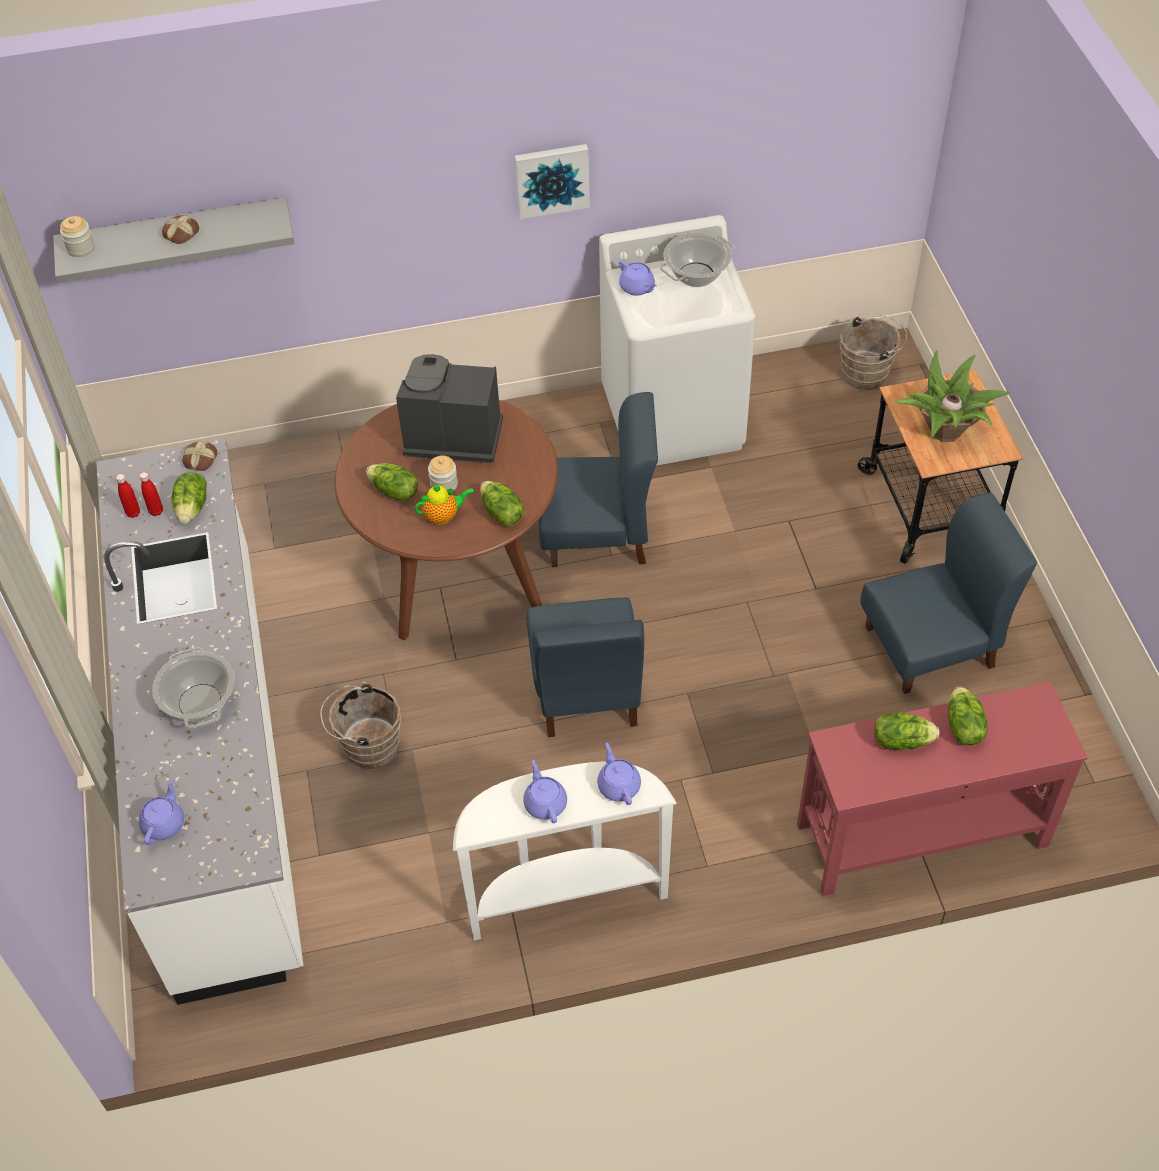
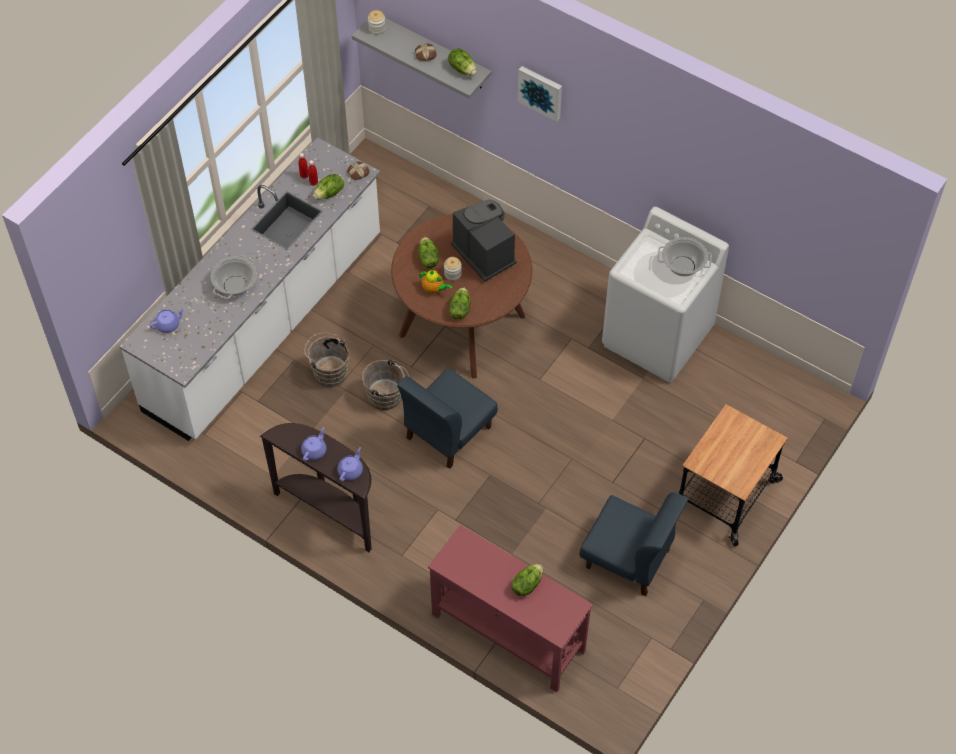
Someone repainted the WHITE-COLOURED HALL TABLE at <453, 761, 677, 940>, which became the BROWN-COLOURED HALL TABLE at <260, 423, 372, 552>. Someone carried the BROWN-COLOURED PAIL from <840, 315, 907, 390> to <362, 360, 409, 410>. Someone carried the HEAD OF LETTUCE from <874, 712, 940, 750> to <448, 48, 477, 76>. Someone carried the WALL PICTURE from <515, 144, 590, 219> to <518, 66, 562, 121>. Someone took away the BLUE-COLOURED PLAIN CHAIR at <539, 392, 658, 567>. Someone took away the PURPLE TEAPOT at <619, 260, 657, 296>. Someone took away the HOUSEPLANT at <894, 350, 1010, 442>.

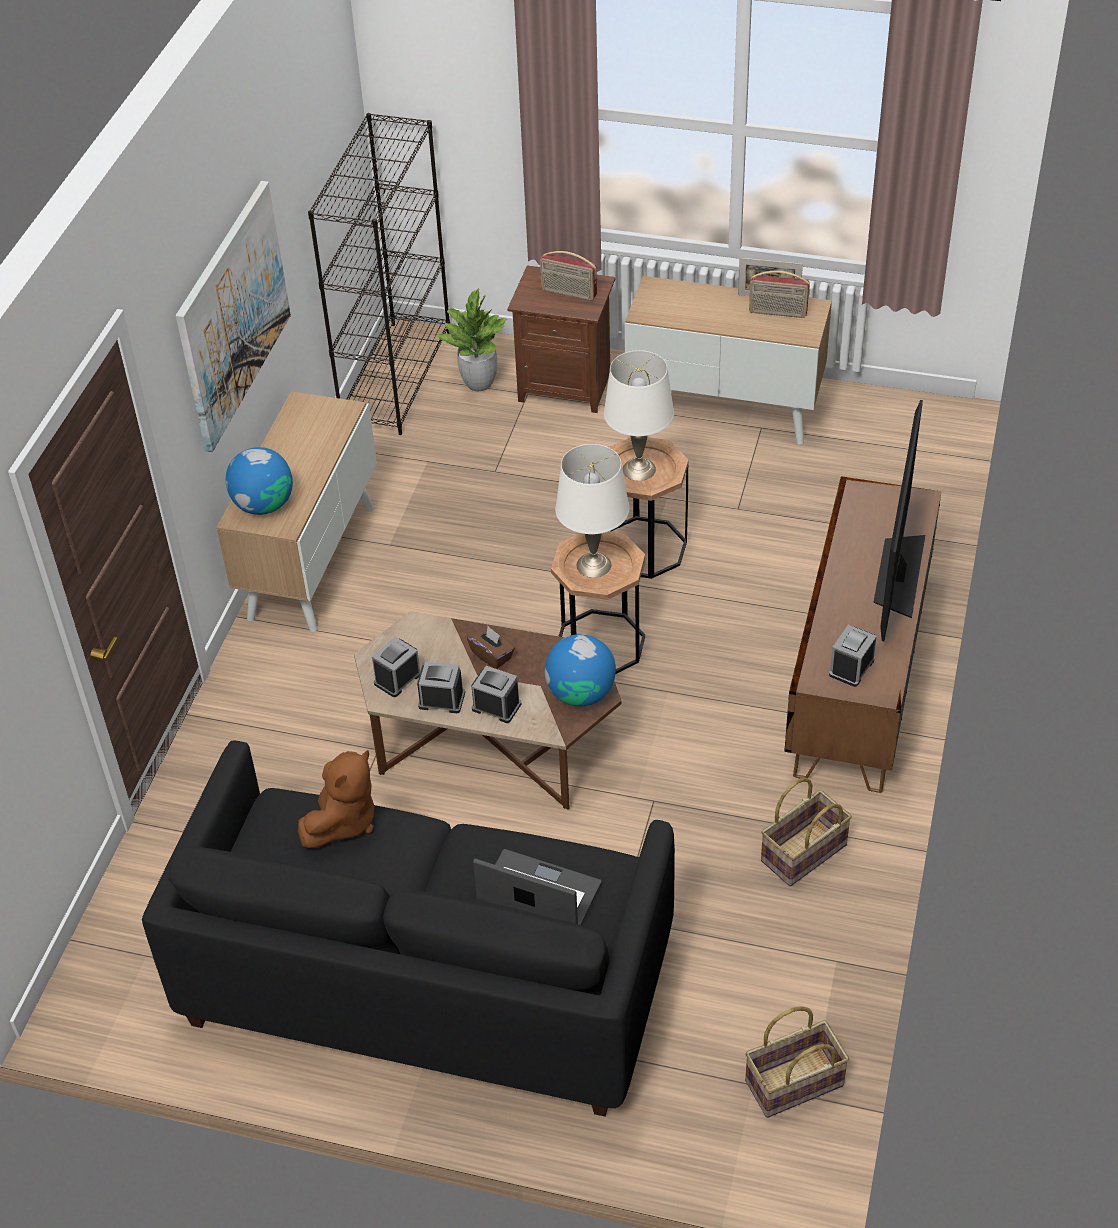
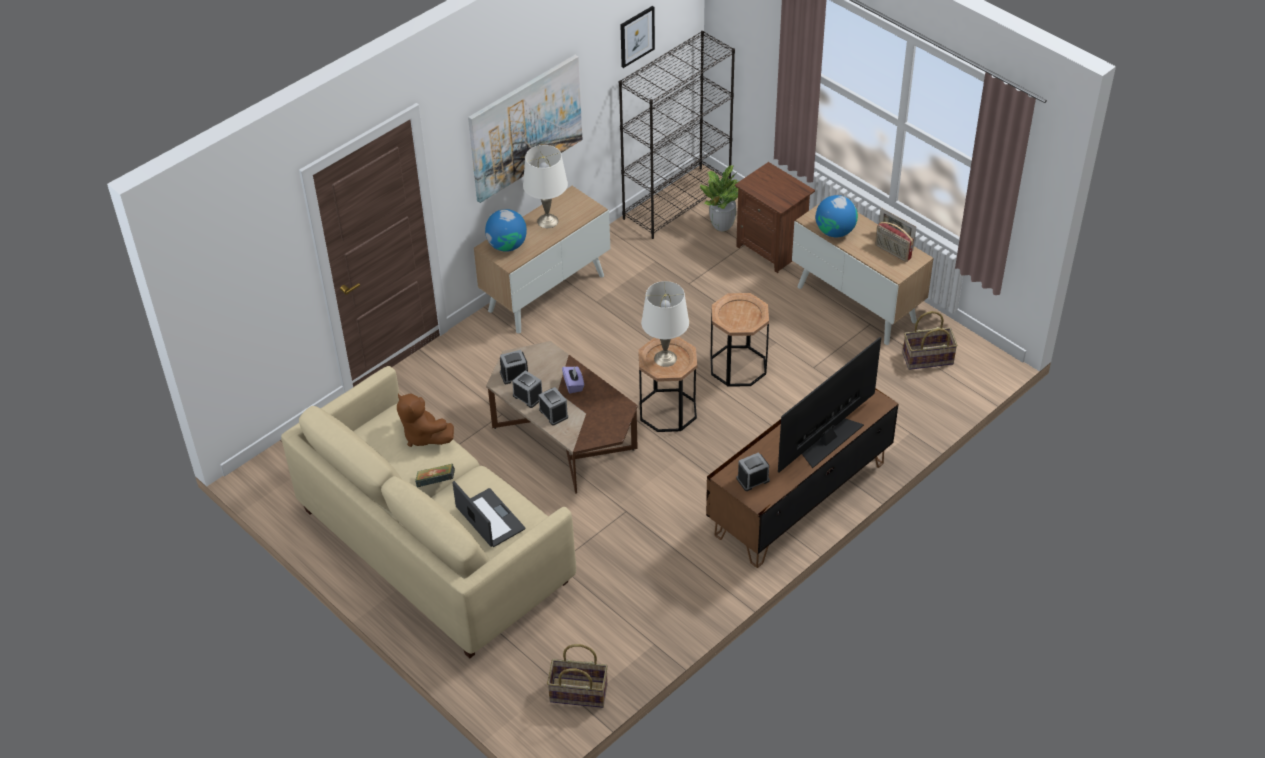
Someone repainted the BLACKISH SOFA at <142, 740, 675, 1117>, which became the BEIGE-COLOURED SOFA at <281, 366, 576, 659>. Someone rotated the BROWN-COLOURED SOFT TOY at <298, 750, 374, 848> by 75 degrees clockwise. Someone put down the BOUND BOOK at <415, 464, 455, 487>. Someone carried the WHITE-COLOURED LAMP FOR A TABLE from <604, 350, 674, 481> to <523, 145, 568, 228>. Someone repainted the BROWN-COLOURED BOX OF TISSUES at <467, 626, 515, 669>, which became the PURPLE BOX OF TISSUES at <562, 366, 584, 393>. Someone put up the WALL PICTURE at <620, 6, 655, 68>. Someone carried the DESK GLOBE from <545, 634, 616, 706> to <815, 195, 858, 237>. Someone carried the STORAGE BASKET from <761, 778, 852, 886> to <903, 311, 958, 370>. Someone took away the RADIO RECEIVER at <540, 251, 597, 301>.

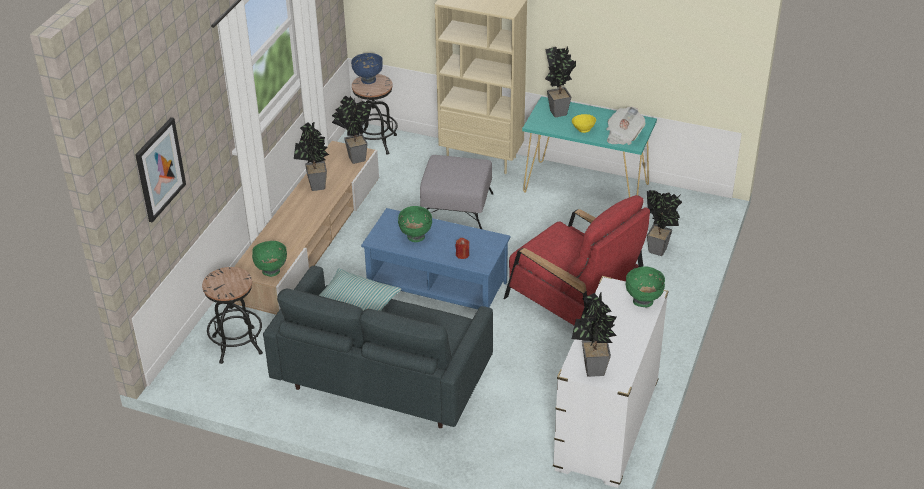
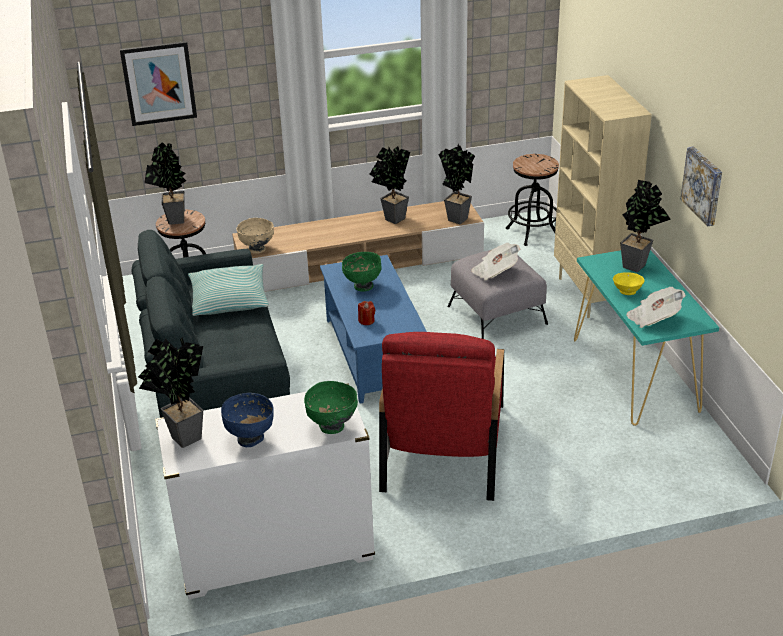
Someone carried the HOUSEPLANT from <647, 190, 682, 256> to <144, 142, 186, 225>. Someone carried the BLUE-COLOURED DEEP DISH from <351, 53, 383, 84> to <221, 393, 274, 447>. Someone repainted the GREEN DEEP DISH at <252, 241, 287, 277>, which became the BEIGE-COLOURED DEEP DISH at <237, 218, 274, 253>. Someone put down the NEWSPAPER at <471, 243, 520, 281>. Someone put up the WALL PICTURE at <680, 147, 722, 226>.

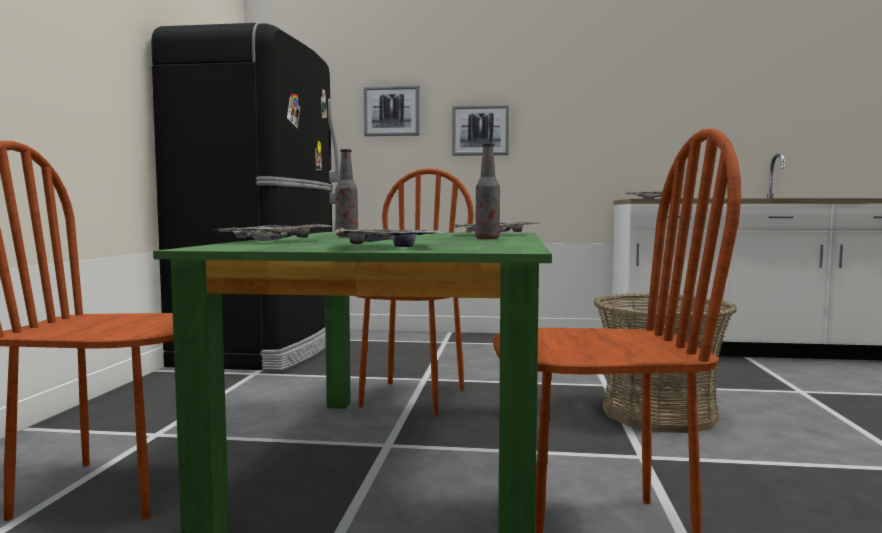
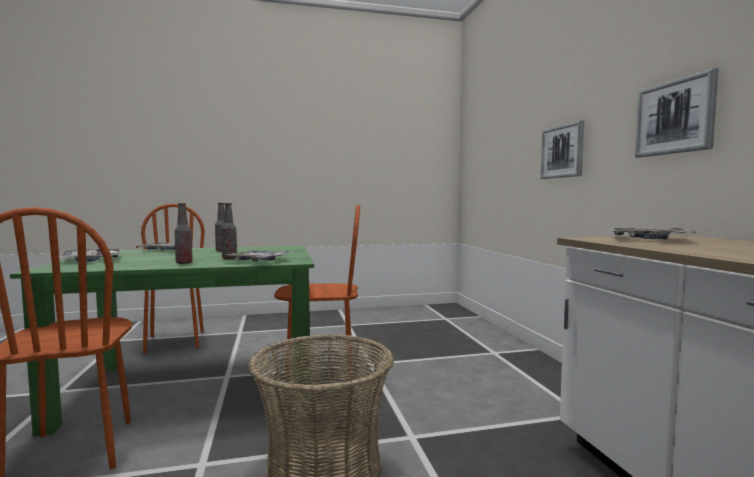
Someone put down the BEVERAGE BOTTLE at <221, 203, 237, 259>. Someone carried the WALL PICTURE from <364, 85, 420, 136> to <635, 68, 719, 158>. Someone took away the BLACKISH KITCHEN FRIDGE at <151, 23, 340, 371>.

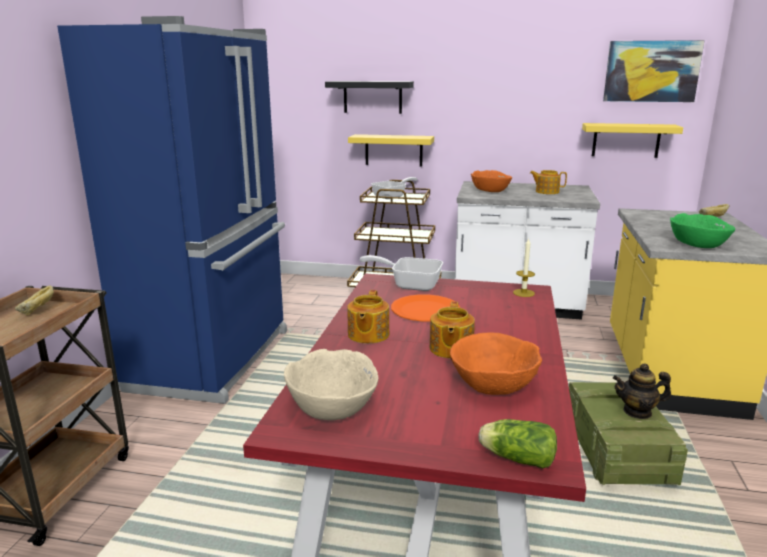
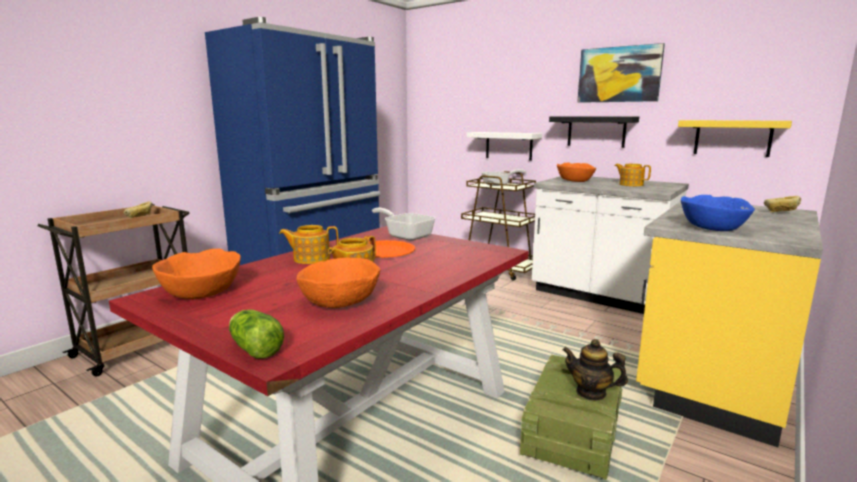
Someone repainted the BEIGE-COLOURED DEEP DISH at <284, 349, 379, 420>, which became the ORANGEY DEEP DISH at <152, 249, 241, 299>. Someone rotated the TEAPOT at <347, 290, 389, 344> by 45 degrees clockwise. Someone repainted the YELLOWISH SHELF at <348, 134, 434, 167>, which became the WHITE-COLOURED SHELF at <467, 132, 543, 161>. Someone carried the BLACKISH SHELF from <325, 81, 414, 114> to <549, 116, 639, 148>. Someone carried the WALL PICTURE from <603, 40, 705, 102> to <577, 43, 665, 103>. Someone repainted the GREEN DEEP DISH at <670, 213, 735, 248>, which became the BLUE-COLOURED DEEP DISH at <681, 195, 755, 231>. Someone took away the CANDLE at <513, 238, 535, 297>.

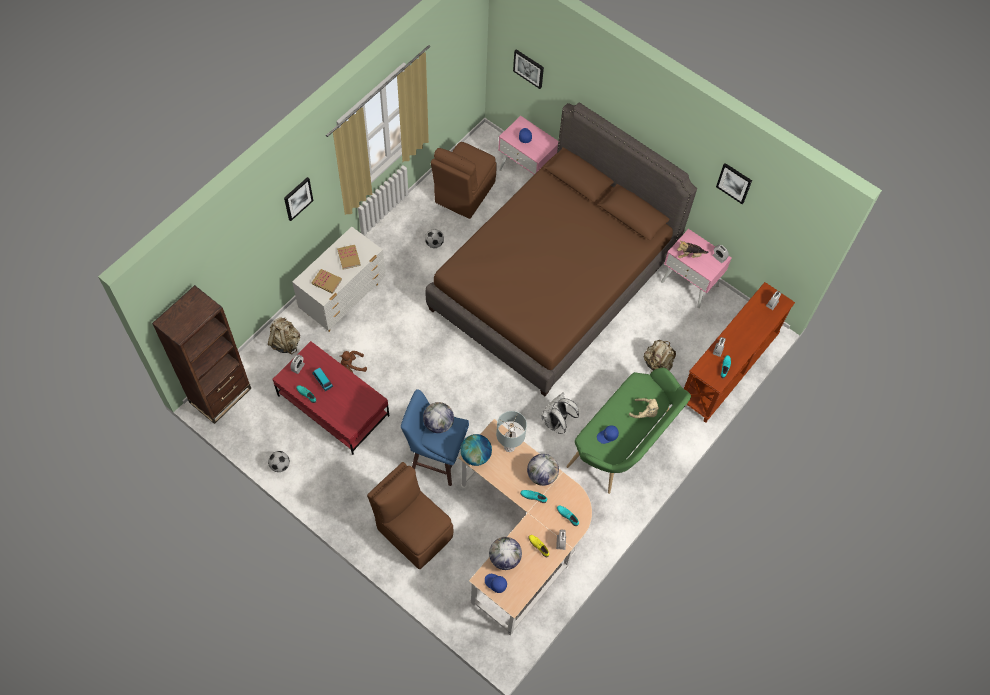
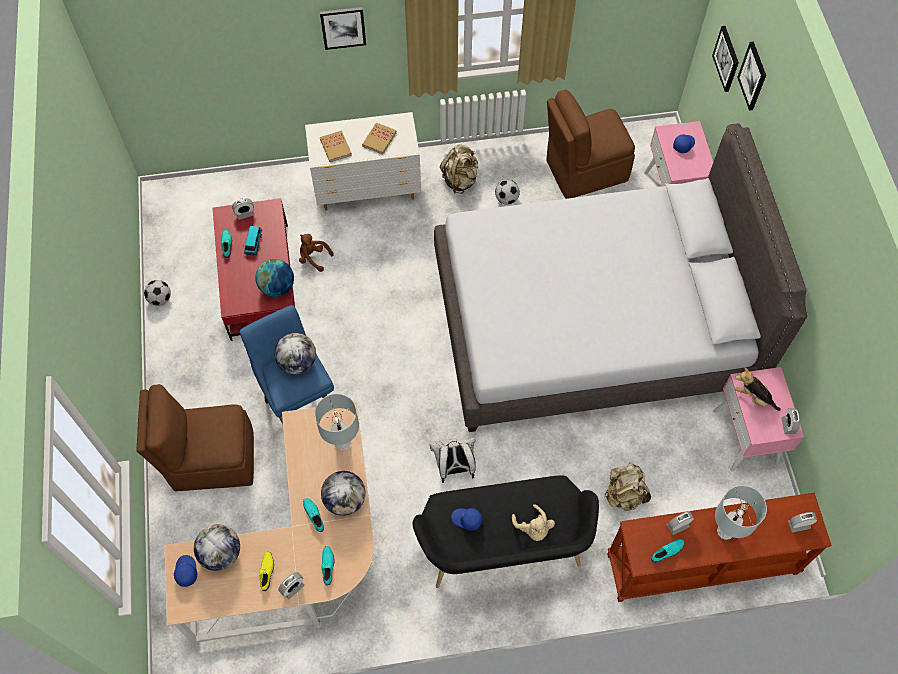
Someone rotated the BROWN-COLOURED PLAIN CHAIR at <367, 462, 453, 569> by 90 degrees counterclockwise. Someone carried the DESK GLOBE from <460, 434, 492, 466> to <255, 259, 294, 297>. Someone repainted the GREEN LONG SEAT at <566, 368, 691, 494>, which became the BLACKISH LONG SEAT at <413, 475, 599, 588>. Someone repainted the BROWN-COLOURED SLEEPING BED at <426, 103, 697, 396>, which became the GRAY SLEEPING BED at <434, 123, 807, 432>. Someone carried the BEIGE-COLOURED RUCKSACK from <268, 317, 300, 355> to <440, 144, 478, 194>. Someone put down the GRAY LAMP FOR A TABLE at <715, 485, 767, 540>. Someone carried the WALL PICTURE from <716, 163, 752, 204> to <737, 41, 766, 111>. Someone took away the BROWN-COLOURED BOOKSHELF at <152, 285, 251, 424>.

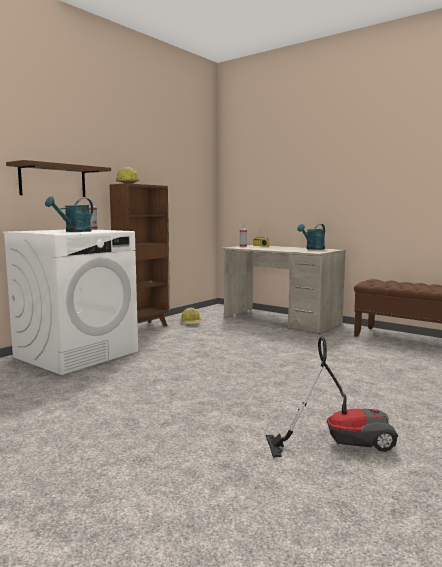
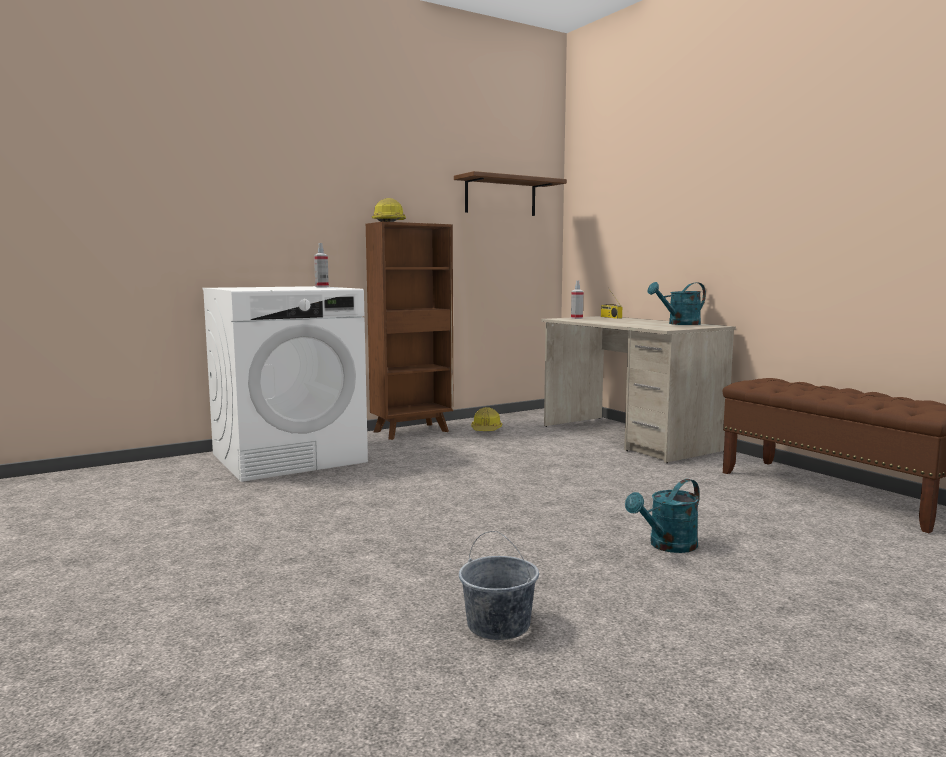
Someone carried the BROWN-COLOURED SHELF from <6, 160, 111, 197> to <454, 171, 567, 216>. Someone swapped the VACUUM CLEANER at <266, 336, 398, 458> for the GRAY PAIL at <459, 531, 539, 640>. Someone carried the BLUE-GREEN WATERING CAN from <45, 196, 93, 232> to <625, 479, 700, 553>.

